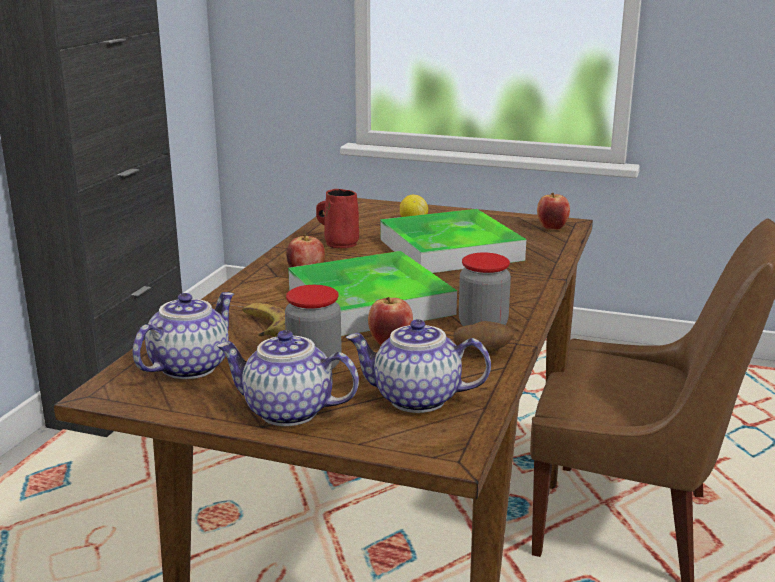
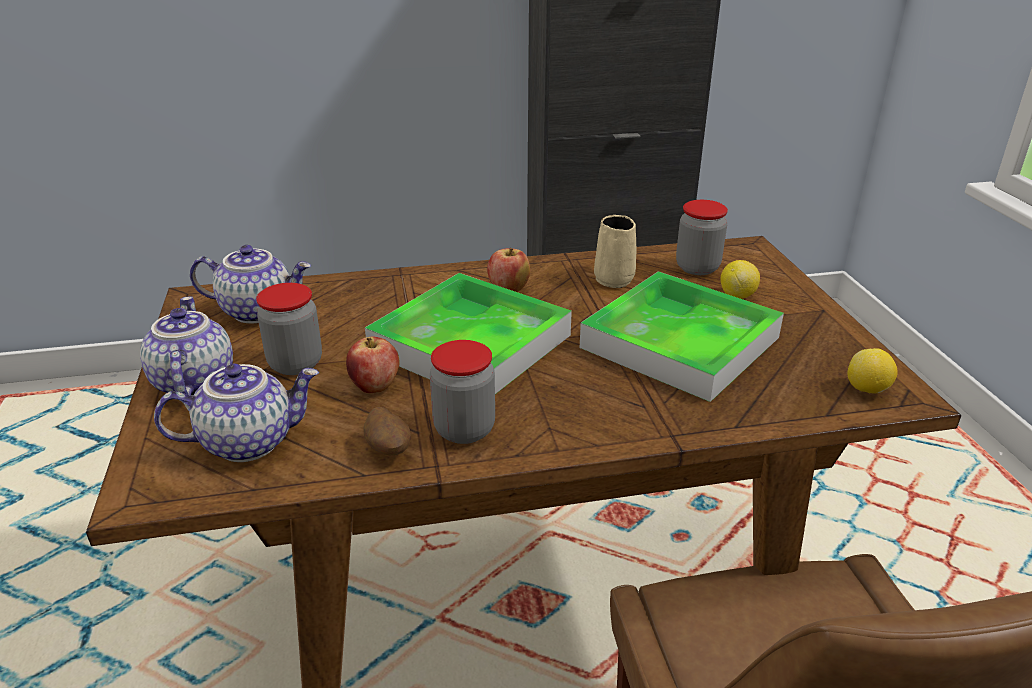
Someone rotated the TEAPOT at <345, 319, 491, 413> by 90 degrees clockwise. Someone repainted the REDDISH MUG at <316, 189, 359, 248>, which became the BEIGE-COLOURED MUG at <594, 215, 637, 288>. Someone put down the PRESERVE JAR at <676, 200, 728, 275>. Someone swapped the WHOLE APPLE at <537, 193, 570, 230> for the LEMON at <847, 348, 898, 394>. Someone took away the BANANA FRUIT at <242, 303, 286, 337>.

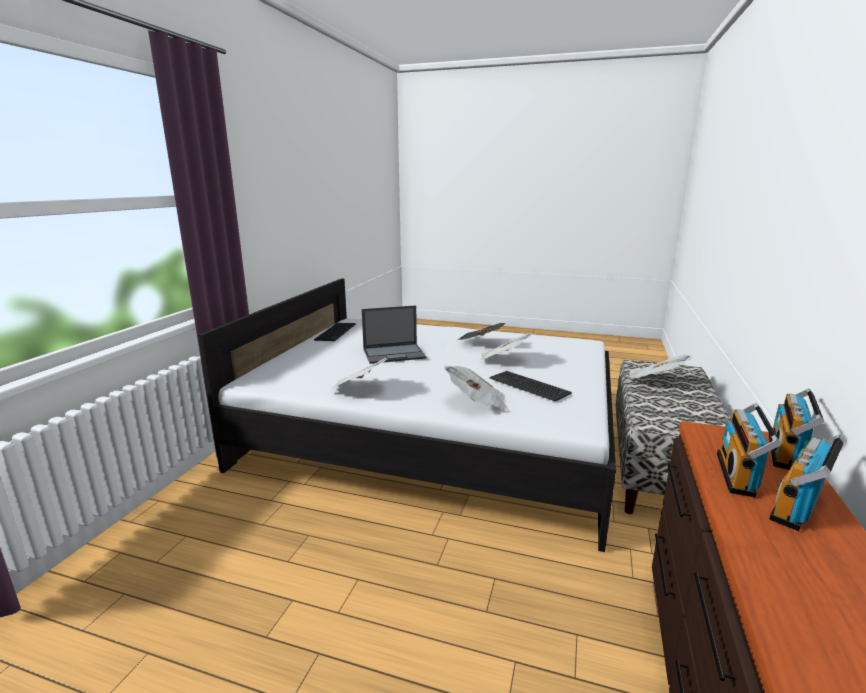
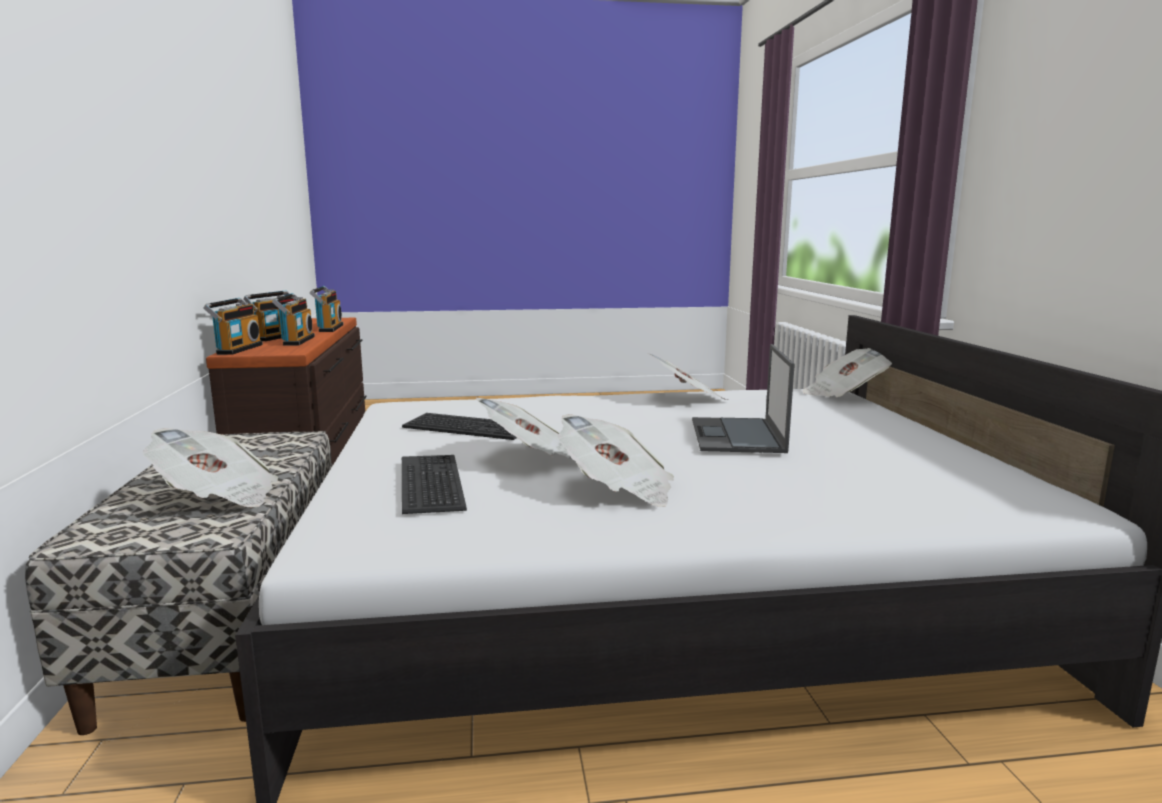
Someone put down the RADIO RECEIVER at <310, 286, 343, 332>. Someone carried the KEYBOARD from <314, 323, 356, 341> to <402, 455, 467, 514>. Someone rotated the NOTEBOOK COMPUTER at <362, 305, 426, 364> by 45 degrees counterclockwise. Someone carried the NEWSPAPER from <444, 366, 509, 410> to <803, 348, 892, 397>.

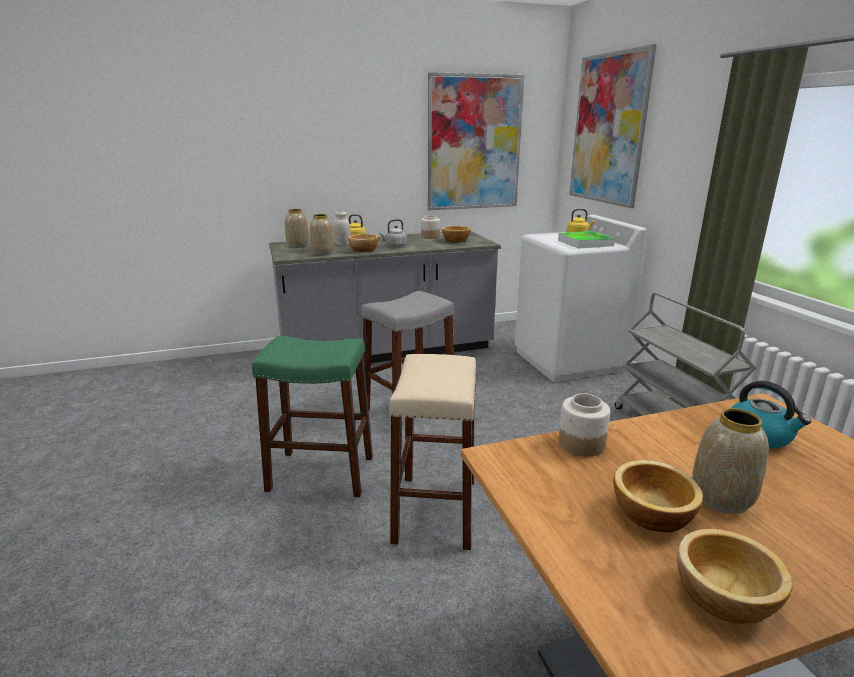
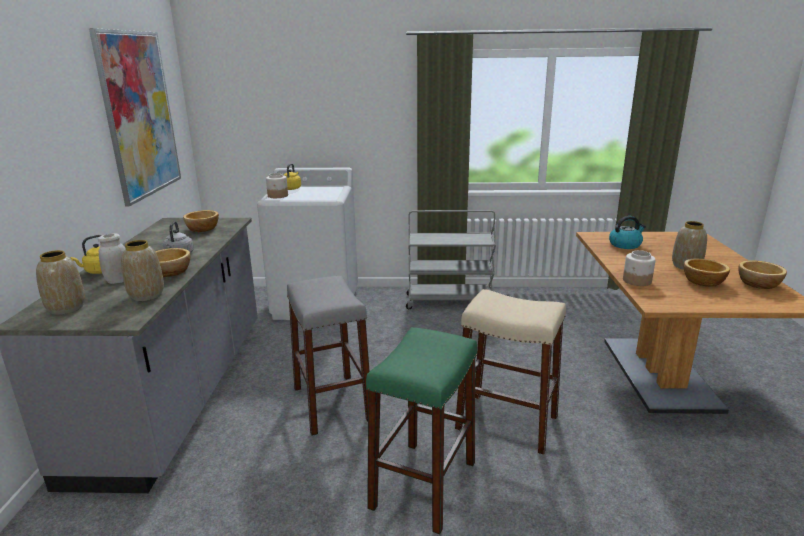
Someone carried the PRESERVE JAR from <421, 215, 440, 239> to <266, 173, 288, 198>. Someone took away the SERVING TRAY at <558, 231, 615, 249>. Someone took away the WALL PICTURE at <569, 44, 657, 208>.

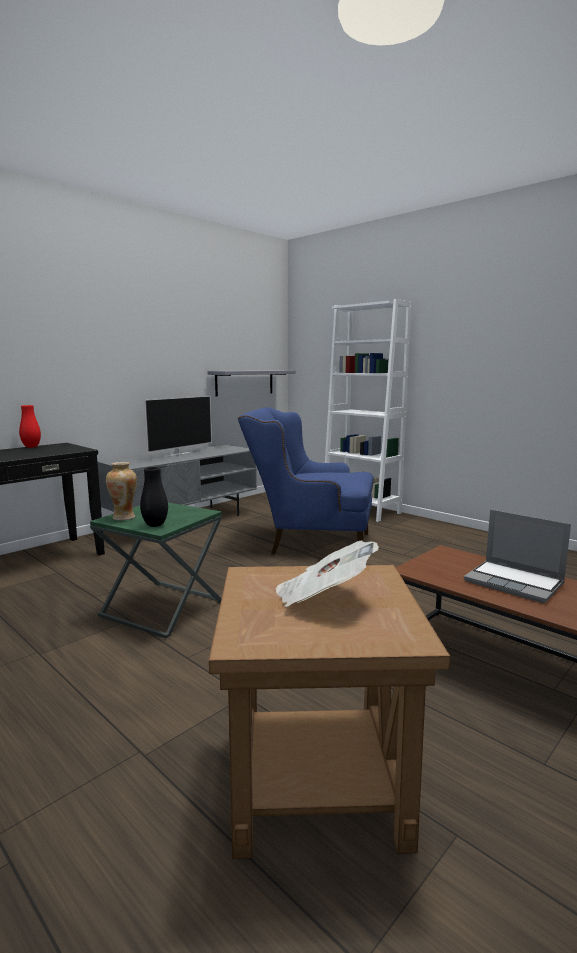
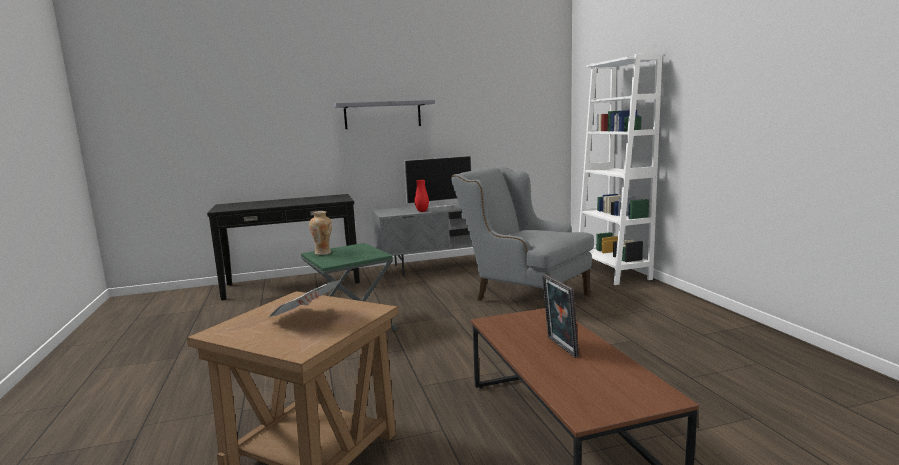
Someone carried the GRAY SHELF from <207, 370, 296, 396> to <334, 100, 435, 129>. Someone carried the REDDISH DECORATIVE VASE from <19, 405, 41, 448> to <414, 180, 429, 212>. Someone repainted the BLUE-COLOURED ARMCHAIR at <238, 407, 373, 554>, which became the GRAY ARMCHAIR at <451, 167, 594, 303>. Someone swapped the NOTEBOOK COMPUTER at <464, 509, 571, 603> for the PICTURE FRAME at <542, 274, 579, 358>. Someone took away the BLACKISH DECORATIVE VASE at <140, 467, 168, 527>.

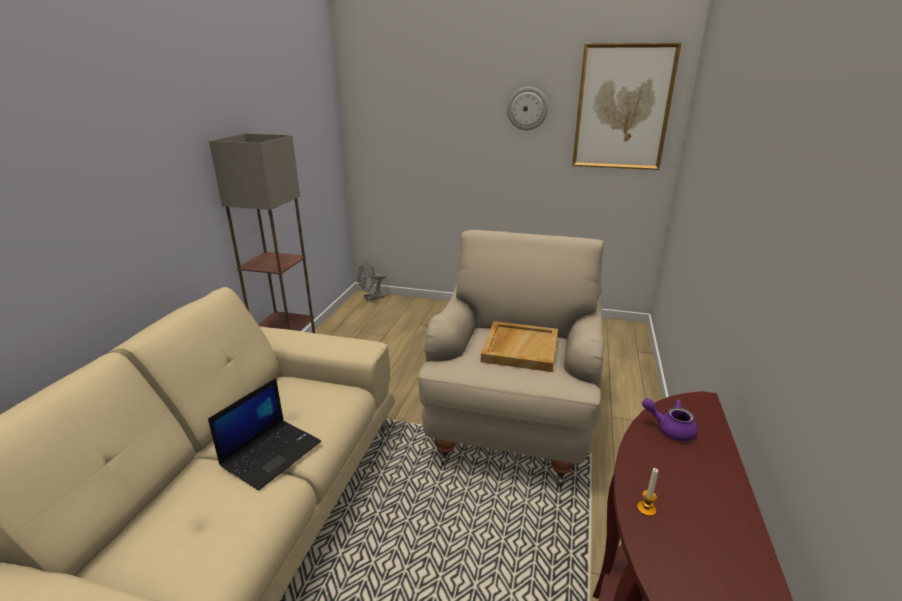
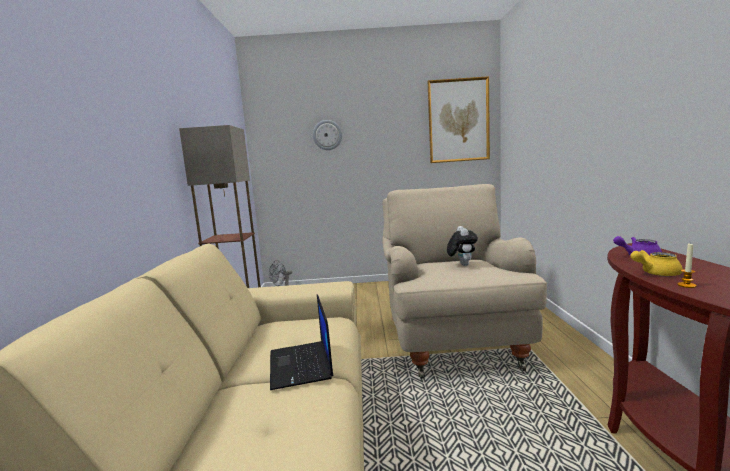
Someone rotated the NOTEBOOK COMPUTER at <208, 378, 321, 490> by 150 degrees clockwise. Someone carried the CLOCK ON THE WALL from <507, 87, 548, 130> to <313, 120, 342, 150>. Someone swapped the BEIGE-COLOURED SERVING TRAY at <481, 321, 558, 372> for the SOFT TOY at <447, 226, 478, 266>. Someone put down the YELLOWISH TEAPOT at <630, 250, 683, 276>.

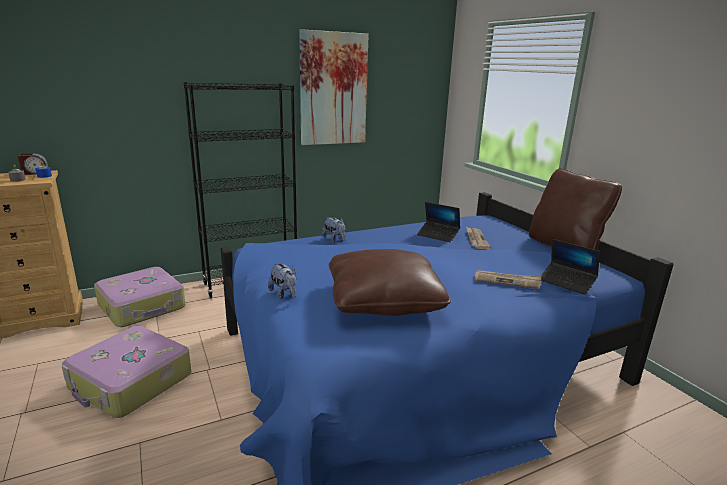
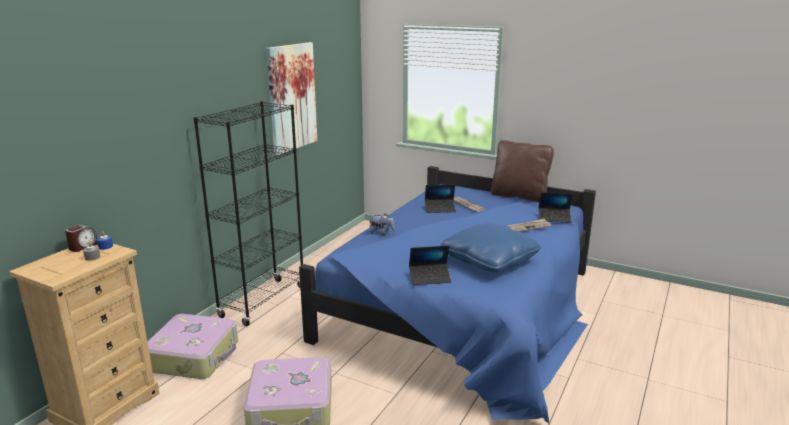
Someone swapped the SOFT TOY at <268, 263, 297, 299> for the NOTEBOOK COMPUTER at <409, 246, 452, 285>. Someone repainted the BROWN-COLOURED PILLOW at <329, 249, 451, 316>, which became the BLUE-COLOURED PILLOW at <440, 223, 541, 272>.

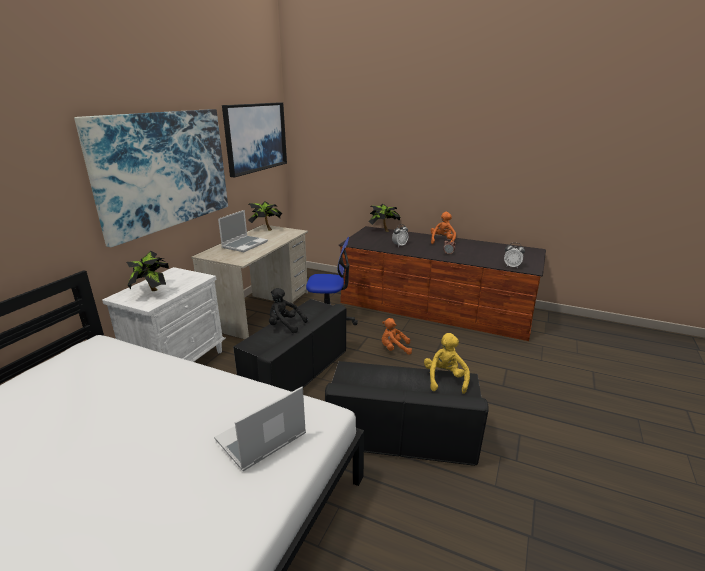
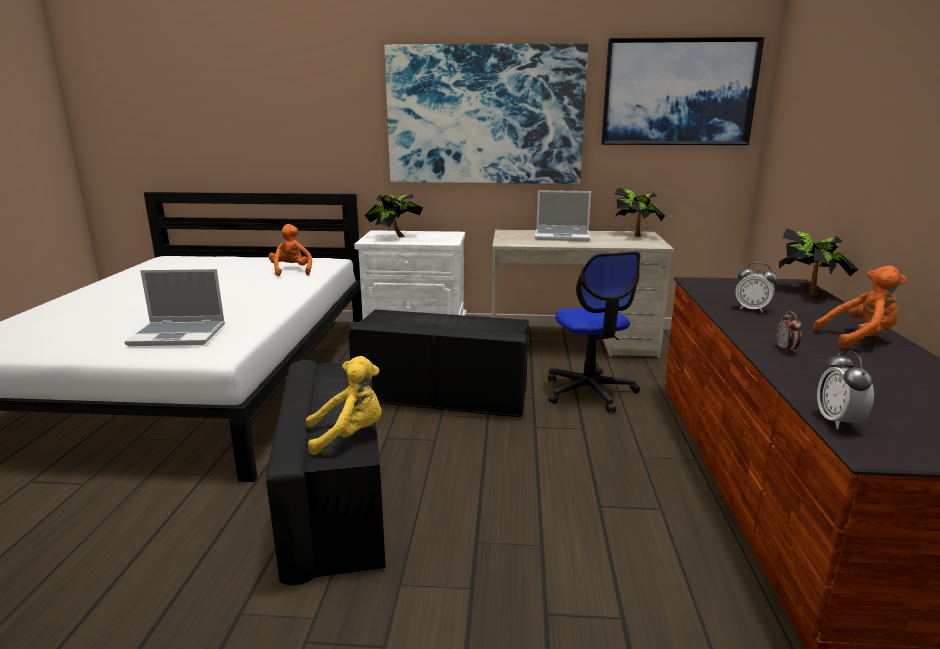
Someone rotated the NOTEBOOK COMPUTER at <214, 387, 306, 471> by 150 degrees clockwise. Someone carried the ORANGEY SOFT TOY from <382, 318, 412, 355> to <269, 224, 312, 276>. Someone took away the BLACKISH SOFT TOY at <269, 288, 308, 333>.

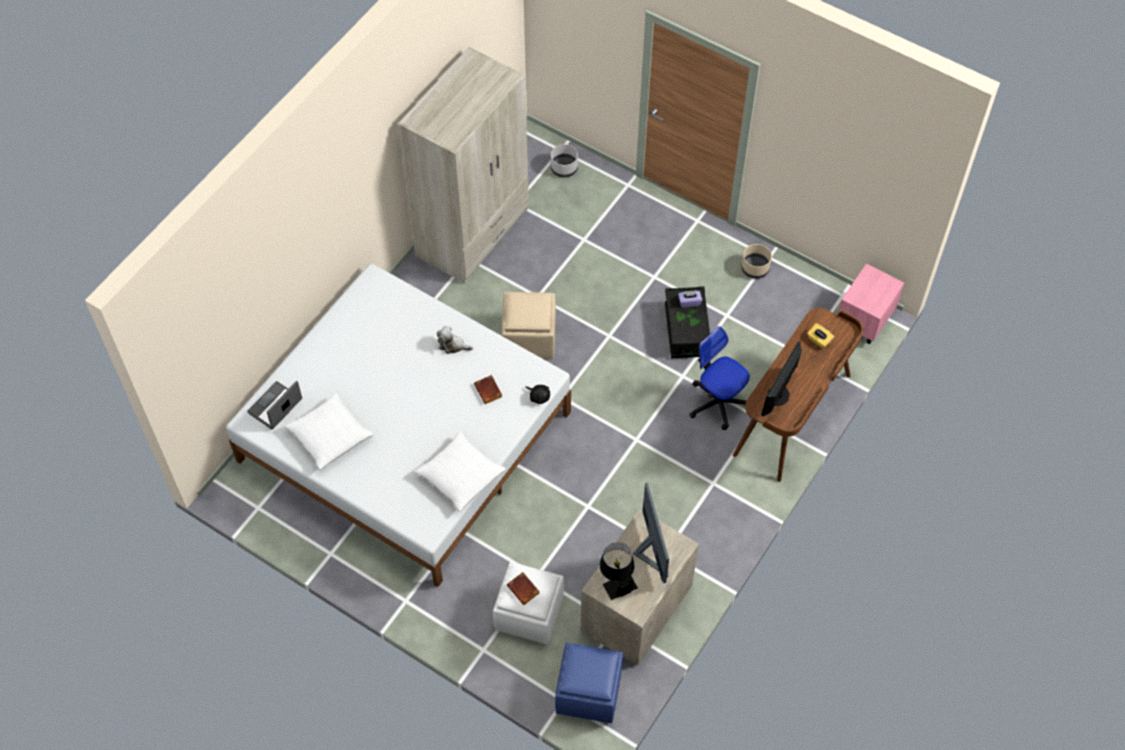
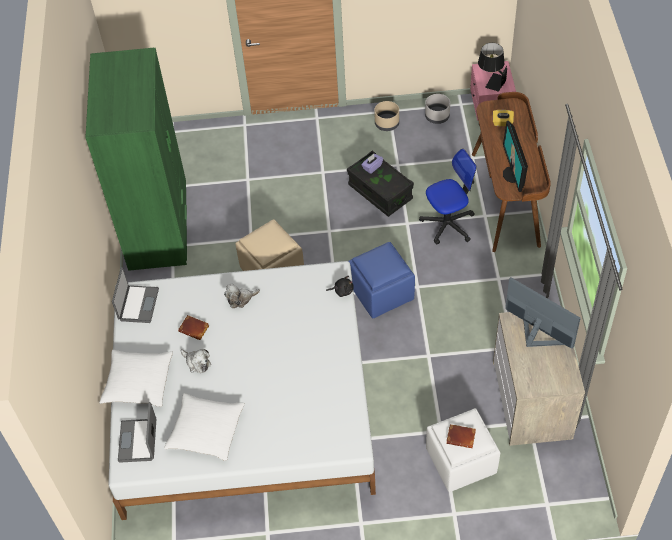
Someone repainted the BEIGE-COLOURED CLOTHES CUPBOARD at <398, 47, 529, 283>, which became the GREEN CLOTHES CUPBOARD at <85, 48, 187, 271>. Someone carried the WHITE-COLOURED PILLOW from <415, 431, 506, 512> to <99, 350, 173, 407>. Someone put down the NOTEBOOK COMPUTER at <112, 267, 159, 323>. Someone carried the BROWN-COLOURED BOUND BOOK from <474, 375, 502, 404> to <178, 315, 209, 340>. Someone put down the SOFT TOY at <181, 349, 211, 373>. Someone carried the BLUE-COLOURED FOOTREST from <555, 643, 623, 723> to <348, 242, 415, 319>. Someone rotated the COMPUTER CHAIR at <689, 326, 750, 430> by 150 degrees clockwise. Someone carried the GRAY PLANT POT from <551, 144, 578, 178> to <425, 94, 450, 124>. Someone carried the BLACKISH LAMP FOR A TABLE from <600, 542, 638, 600> to <478, 43, 507, 92>.

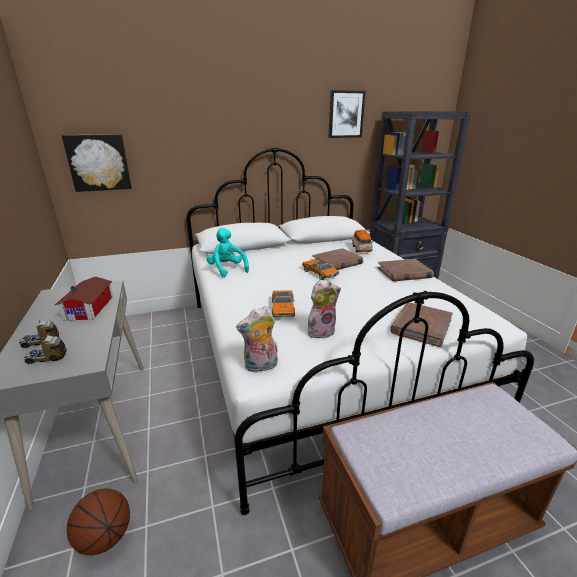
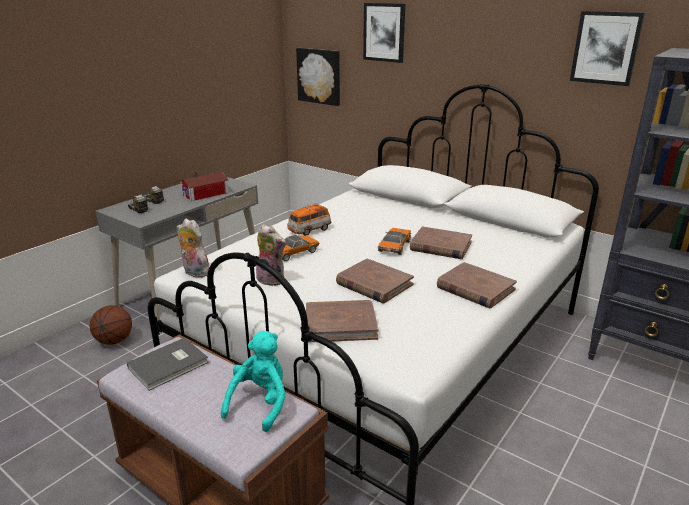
Someone put down the GRAY BOUND BOOK at <127, 338, 209, 391>. Someone carried the BLUE-GREEN SOFT TOY from <206, 228, 249, 277> to <221, 331, 286, 432>. Someone carried the MINIATURE CAR from <352, 230, 373, 252> to <287, 203, 331, 236>. Someone put down the BROWN-COLOURED BOUND BOOK at <336, 258, 414, 303>. Someone put up the WALL PICTURE at <363, 3, 405, 63>.

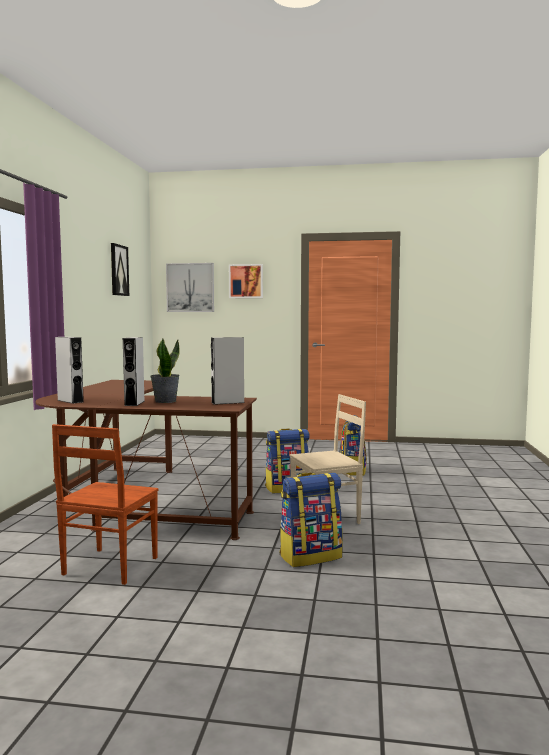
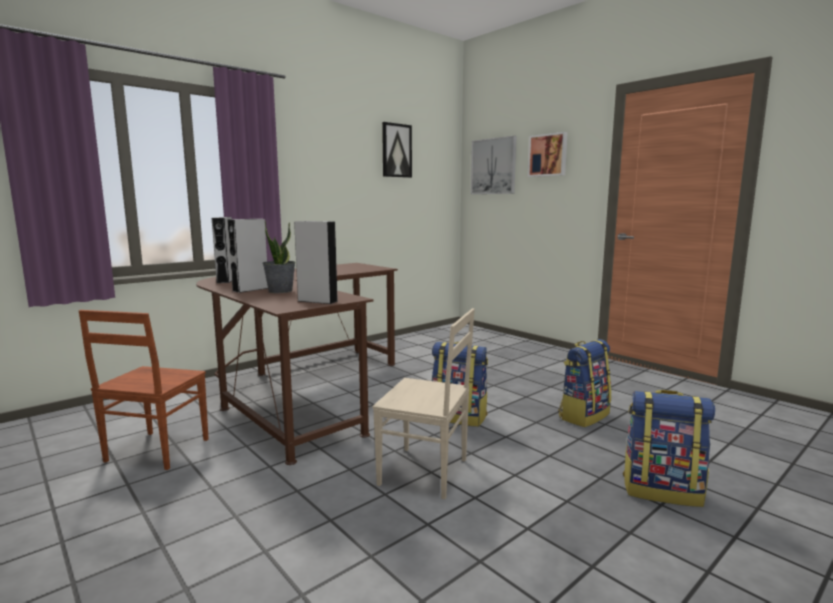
Someone rotated the BROWN-COLOURED PLAIN CHAIR at <52, 424, 158, 585> by 45 degrees counterclockwise. Someone carried the RUCKSACK from <279, 472, 343, 567> to <623, 390, 715, 507>.

